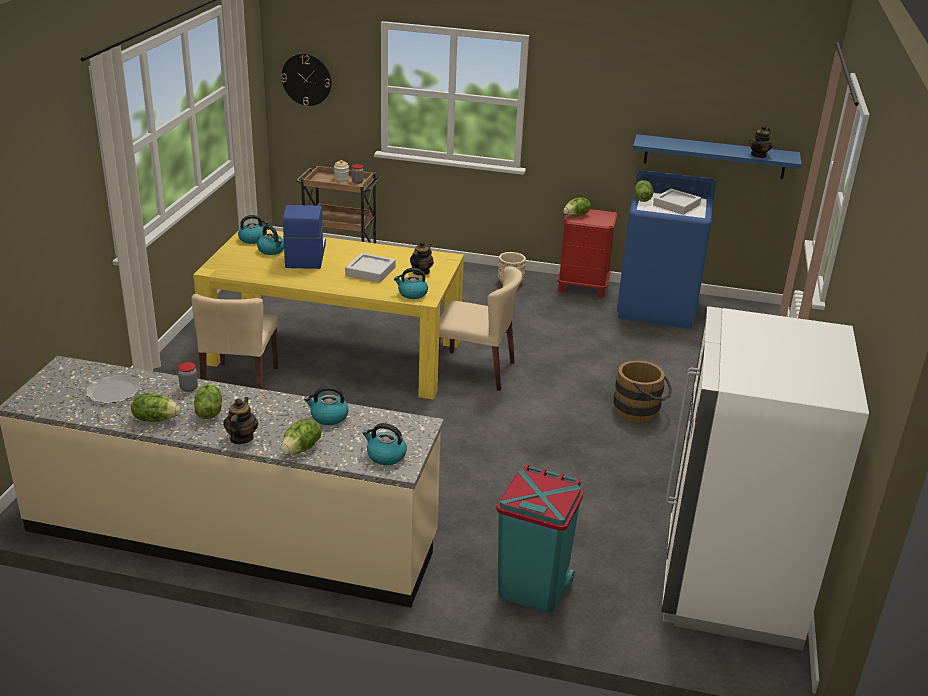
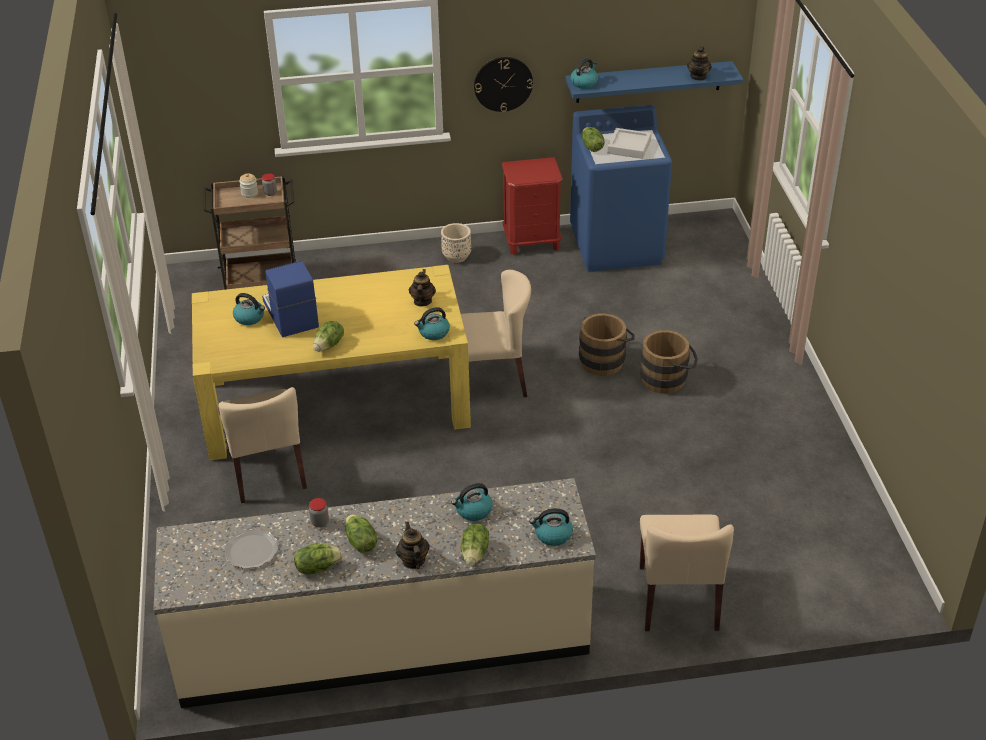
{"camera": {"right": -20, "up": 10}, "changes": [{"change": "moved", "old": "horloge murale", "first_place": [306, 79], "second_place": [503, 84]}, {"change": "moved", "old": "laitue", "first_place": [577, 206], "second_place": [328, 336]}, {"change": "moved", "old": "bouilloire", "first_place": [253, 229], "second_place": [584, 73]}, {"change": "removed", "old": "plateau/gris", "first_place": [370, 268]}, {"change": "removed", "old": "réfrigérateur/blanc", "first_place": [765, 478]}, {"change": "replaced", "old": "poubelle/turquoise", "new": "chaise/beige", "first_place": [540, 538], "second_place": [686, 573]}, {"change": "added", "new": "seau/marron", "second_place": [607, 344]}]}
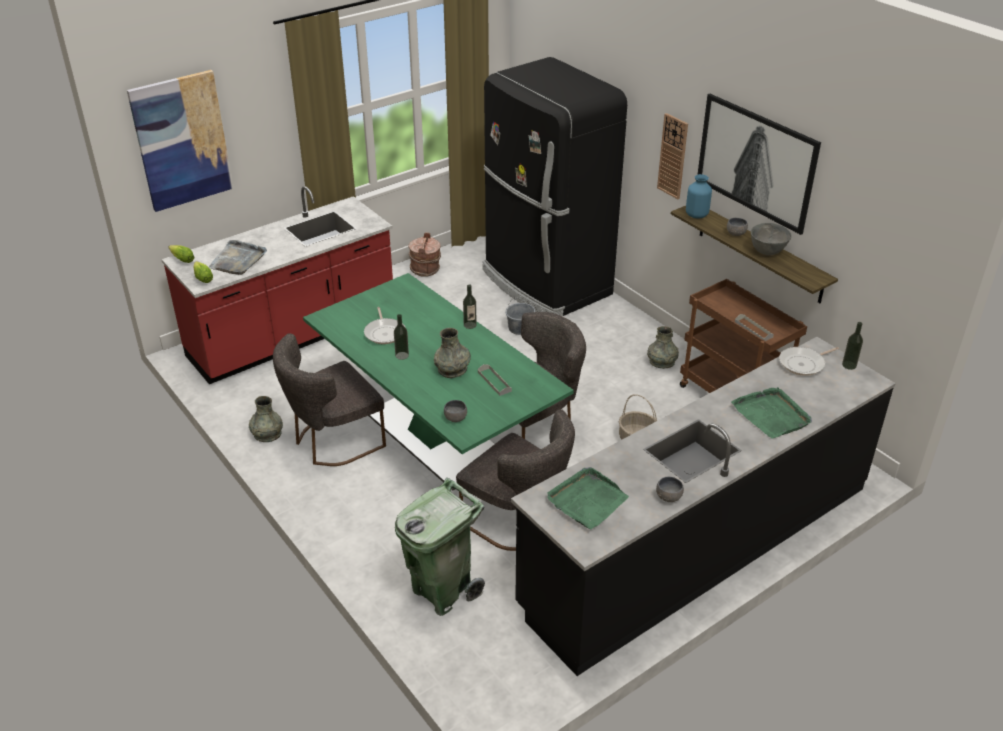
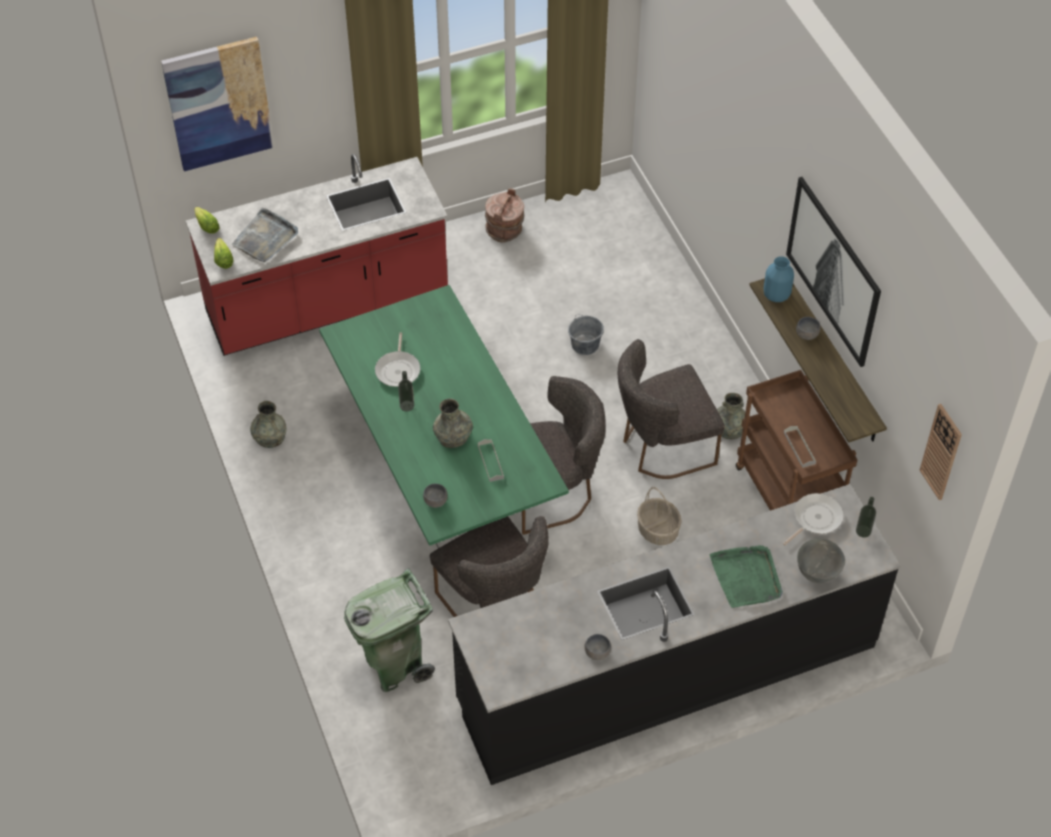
{"camera": {"right": 15, "up": 15}, "changes": [{"change": "removed", "old": "réfrigérateur/noir", "first_place": [554, 186]}, {"change": "moved", "old": "horloge murale", "first_place": [672, 156], "second_place": [941, 452]}, {"change": "moved", "old": "bol/gris", "first_place": [771, 239], "second_place": [821, 561]}, {"change": "removed", "old": "bouteille", "first_place": [470, 307]}, {"change": "moved", "old": "chaise/gris", "first_place": [329, 399], "second_place": [671, 409]}, {"change": "turned", "old": "poêle", "first_place": [809, 361], "second_place": [813, 519], "degrees": 150}, {"change": "removed", "old": "plateau/vert", "first_place": [588, 498]}]}
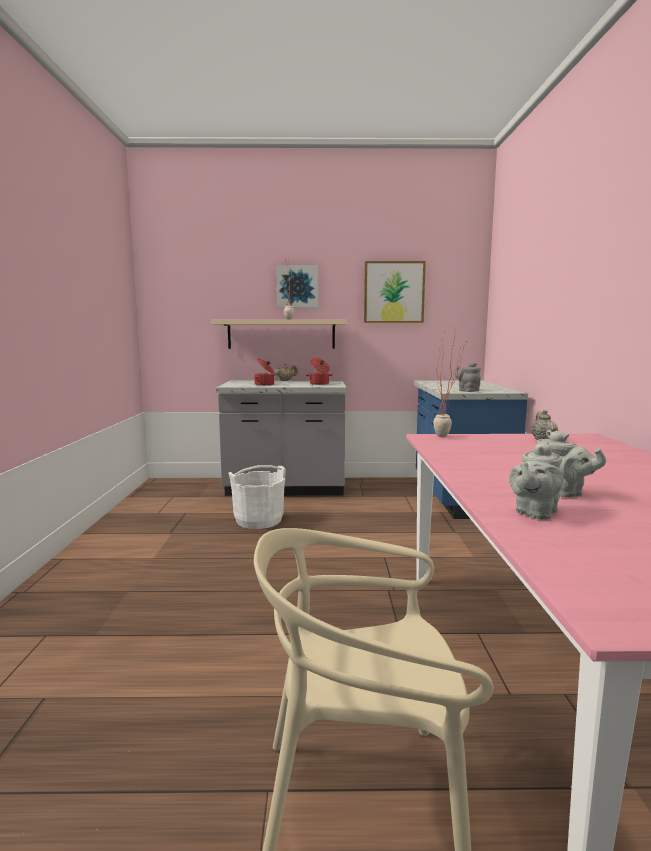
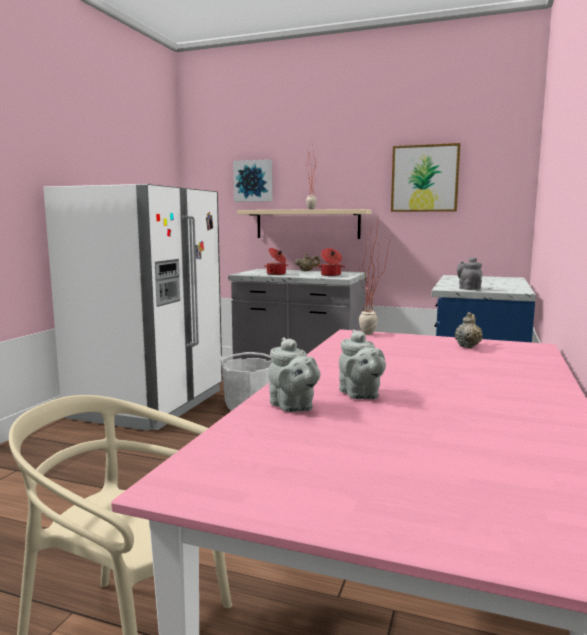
{"camera": {"right": 20, "up": 0}, "changes": [{"change": "moved", "old": "tableau", "first_place": [297, 286], "second_place": [253, 180]}, {"change": "turned", "old": "théière/gris", "first_place": [536, 481], "second_place": [294, 374], "degrees": -90}, {"change": "added", "new": "réfrigérateur/blanc", "second_place": [132, 307]}]}
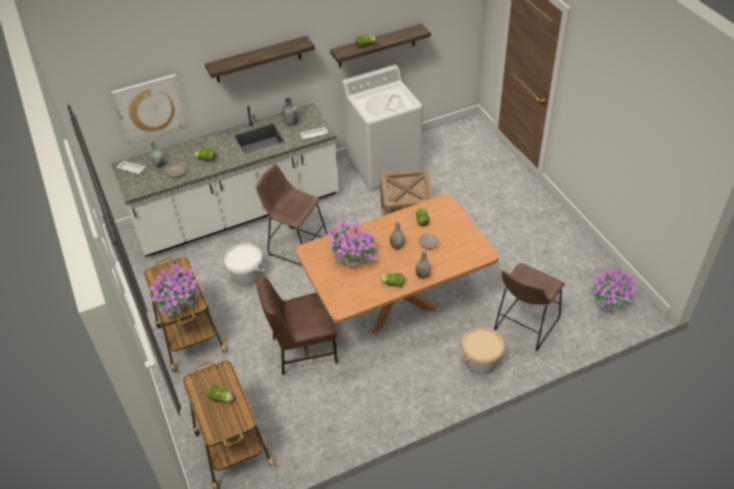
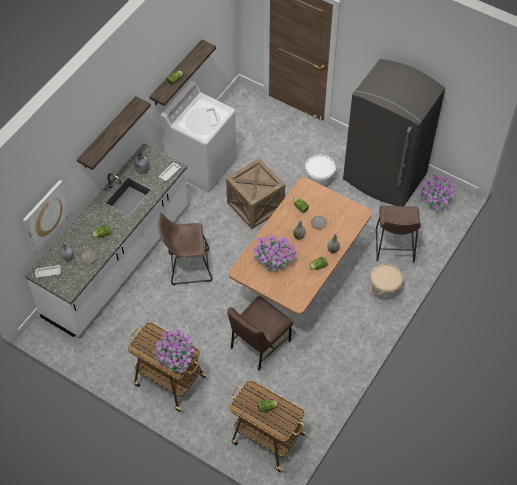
{"camera": {"right": -35, "up": 10}, "changes": [{"change": "moved", "old": "seau/blanc", "first_place": [244, 265], "second_place": [320, 170]}, {"change": "added", "new": "réfrigérateur/gris", "second_place": [394, 132]}]}
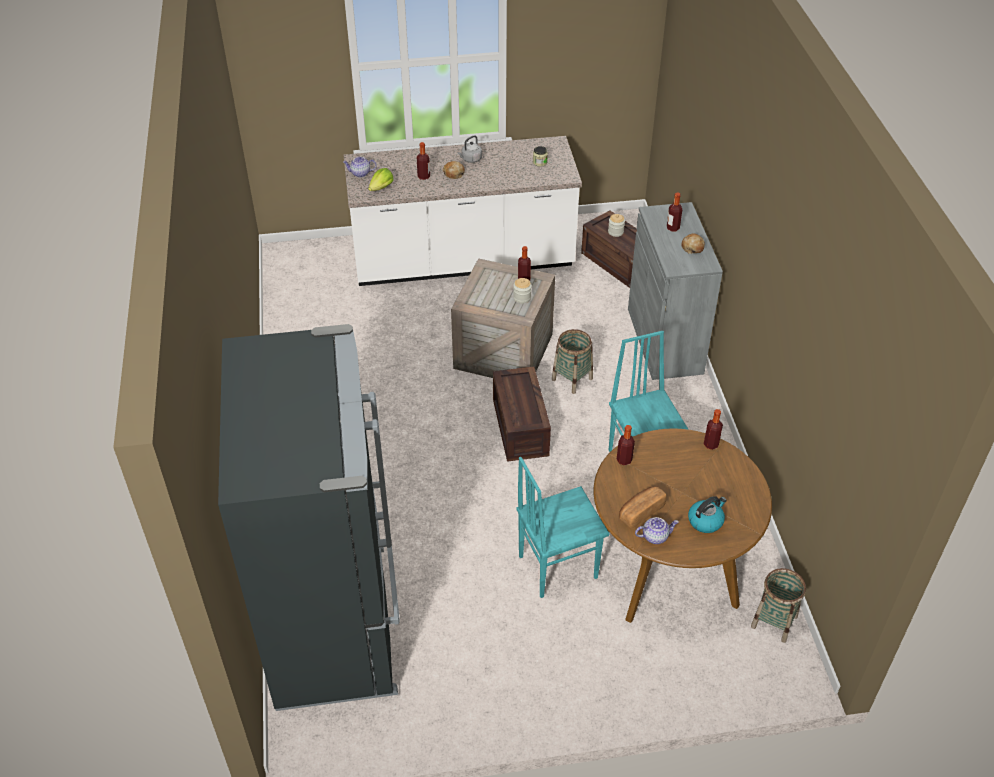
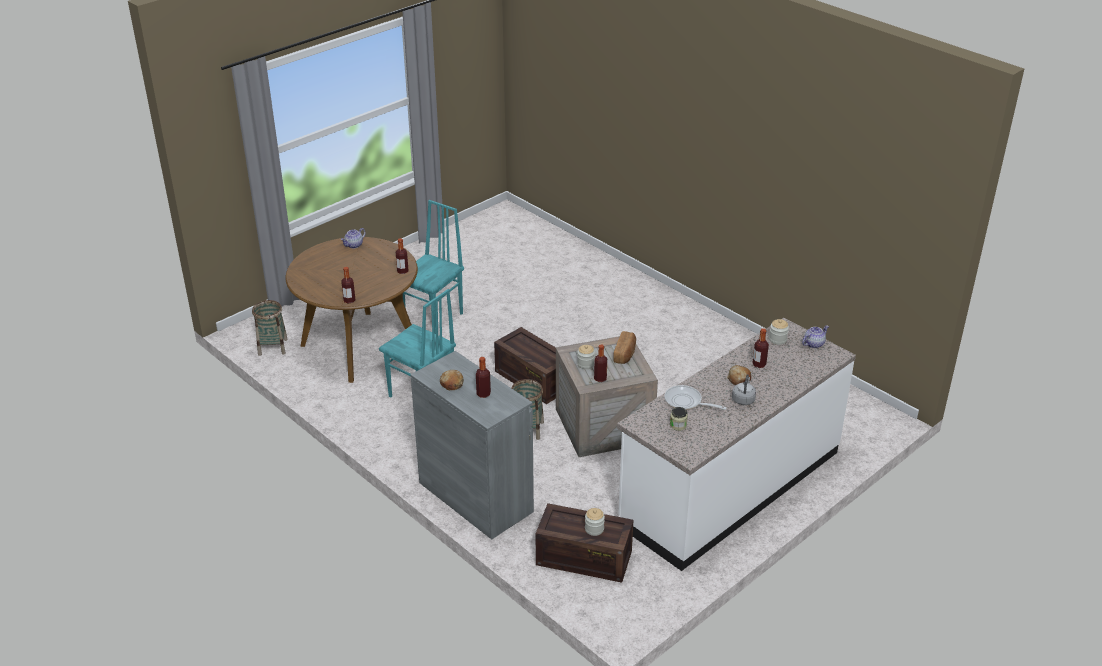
{"camera": {"right": 145, "up": -10}, "changes": [{"change": "replaced", "old": "laitue", "new": "bocal", "first_place": [381, 179], "second_place": [779, 332]}, {"change": "removed", "old": "réfrigérateur/noir", "first_place": [309, 517]}, {"change": "moved", "old": "pain", "first_place": [642, 507], "second_place": [624, 347]}, {"change": "removed", "old": "bouilloire", "first_place": [707, 514]}, {"change": "added", "new": "poêle", "second_place": [695, 397]}]}
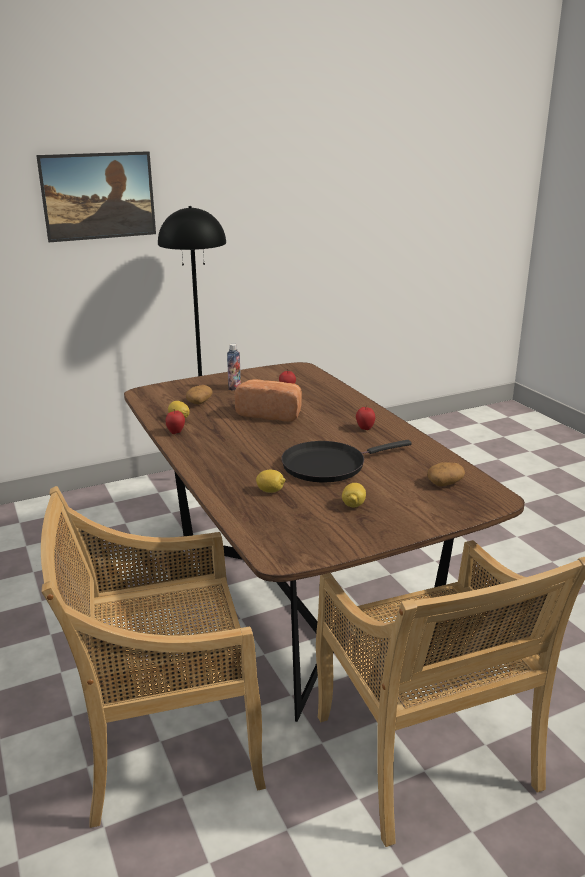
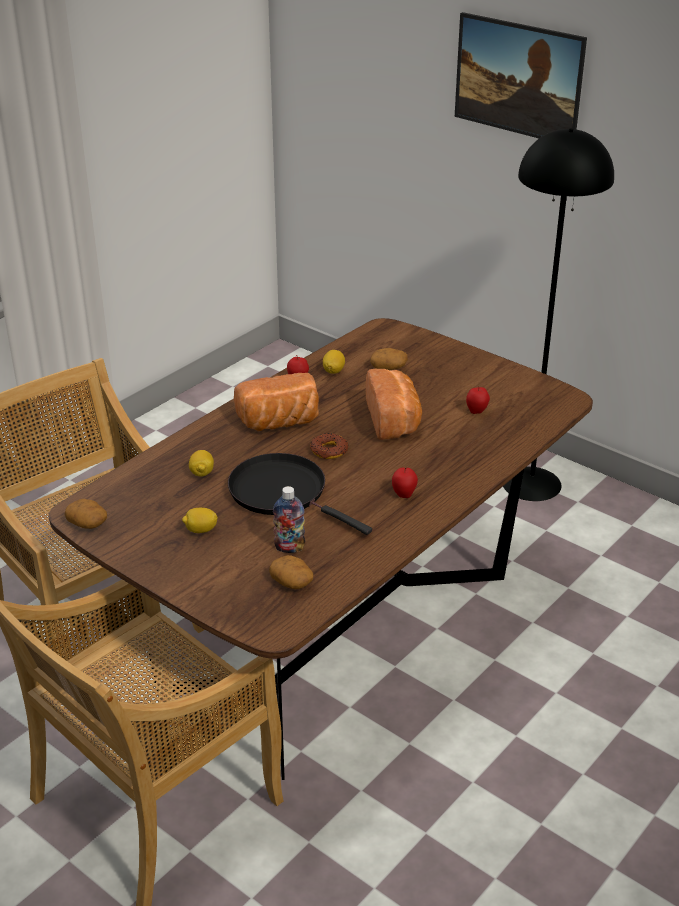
{"camera": {"right": 65, "up": 10}, "changes": [{"change": "moved", "old": "bouteille", "first_place": [234, 367], "second_place": [289, 519]}, {"change": "added", "new": "pain", "second_place": [276, 402]}, {"change": "added", "new": "beignet", "second_place": [329, 446]}, {"change": "added", "new": "pomme de terre", "second_place": [85, 514]}]}
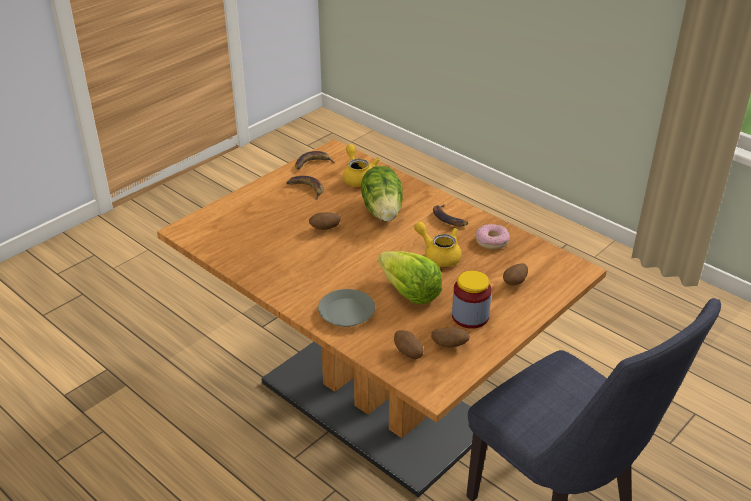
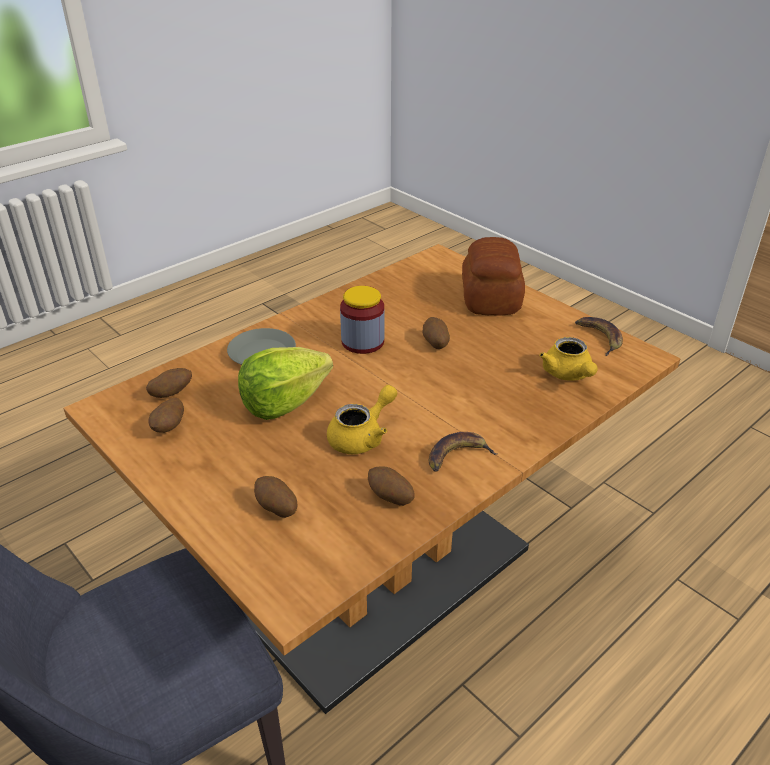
{"camera": {"right": 95, "up": 0}, "changes": [{"change": "turned", "old": "théière/jaune", "first_place": [361, 165], "second_place": [568, 359], "degrees": 90}, {"change": "removed", "old": "laitue", "first_place": [382, 194]}, {"change": "removed", "old": "banane", "first_place": [305, 188]}, {"change": "replaced", "old": "beignet", "new": "pomme de terre", "first_place": [493, 237], "second_place": [391, 486]}, {"change": "moved", "old": "bocal", "first_place": [472, 300], "second_place": [362, 320]}, {"change": "added", "new": "pain", "second_place": [493, 276]}]}
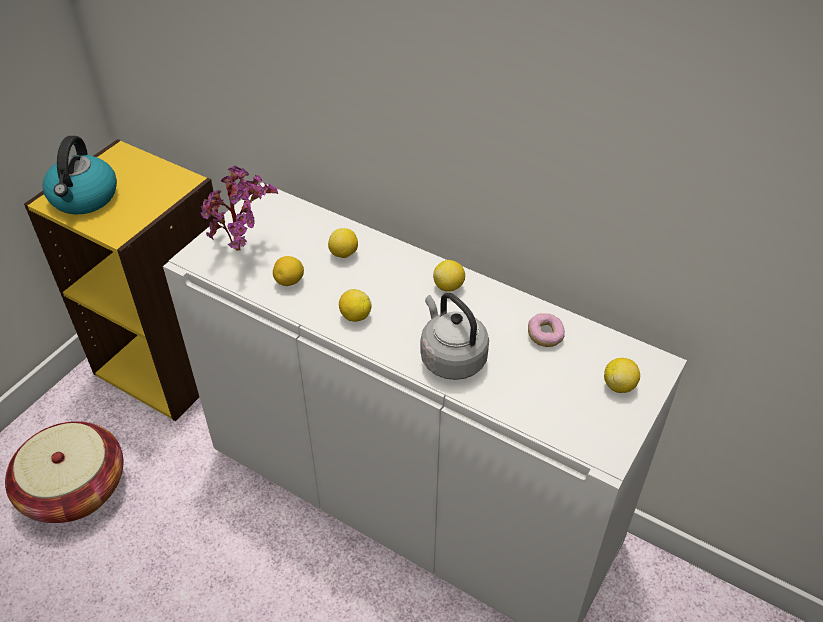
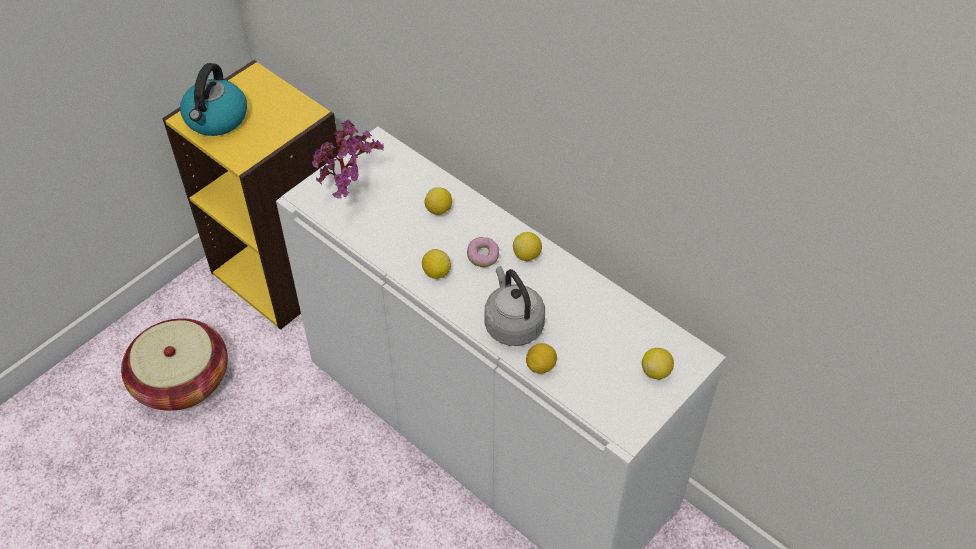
{"camera": {"right": 10, "up": 5}, "changes": [{"change": "moved", "old": "citron", "first_place": [288, 271], "second_place": [541, 358]}, {"change": "moved", "old": "beignet", "first_place": [546, 330], "second_place": [483, 252]}]}
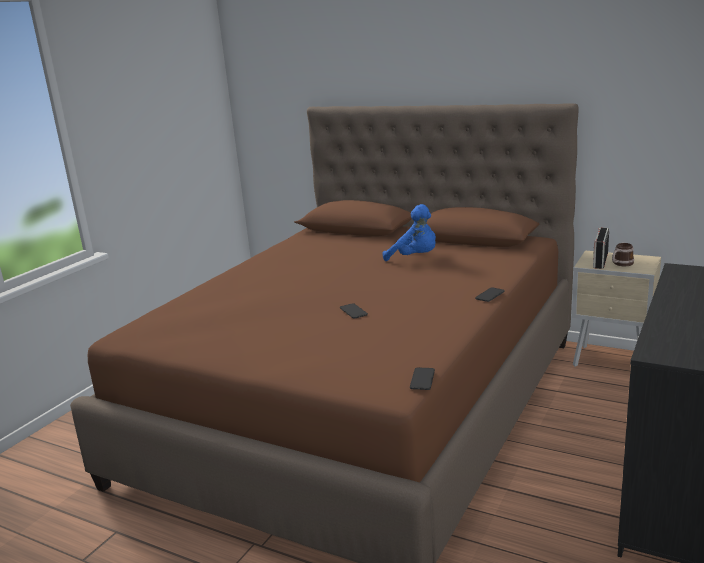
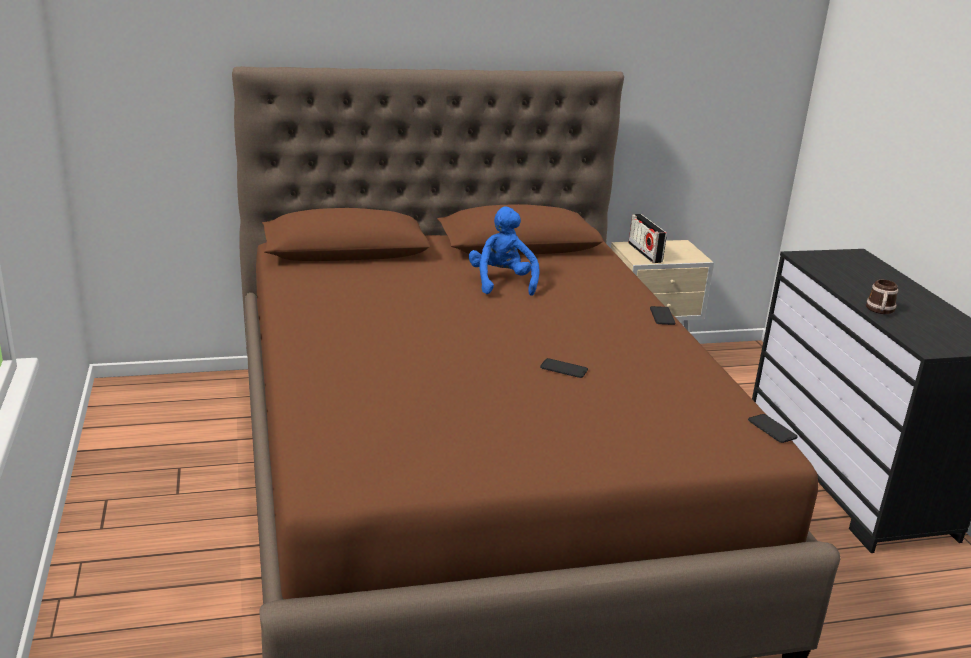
{"camera": {"right": -45, "up": 5}, "changes": [{"change": "turned", "old": "peluche/bleu", "first_place": [409, 232], "second_place": [504, 251], "degrees": -90}, {"change": "moved", "old": "mug", "first_place": [623, 254], "second_place": [882, 297]}]}
